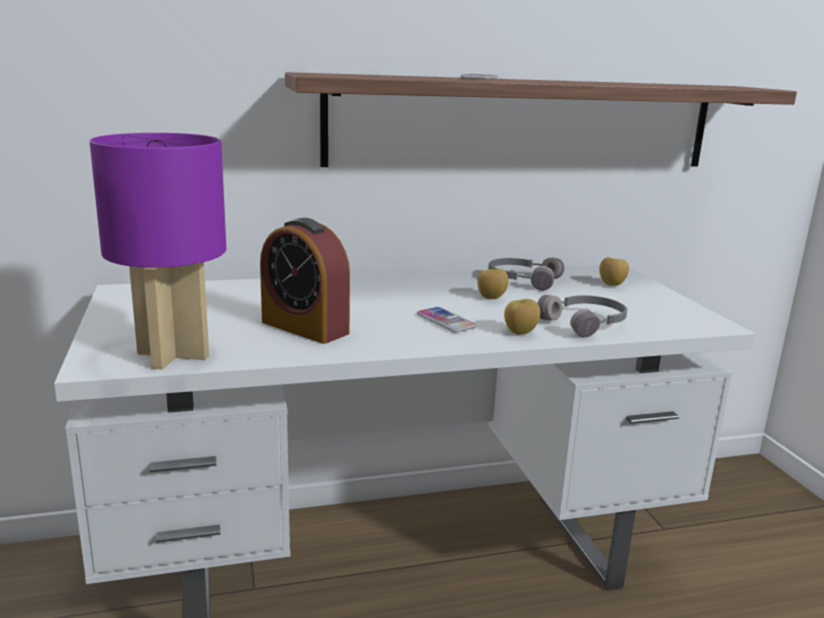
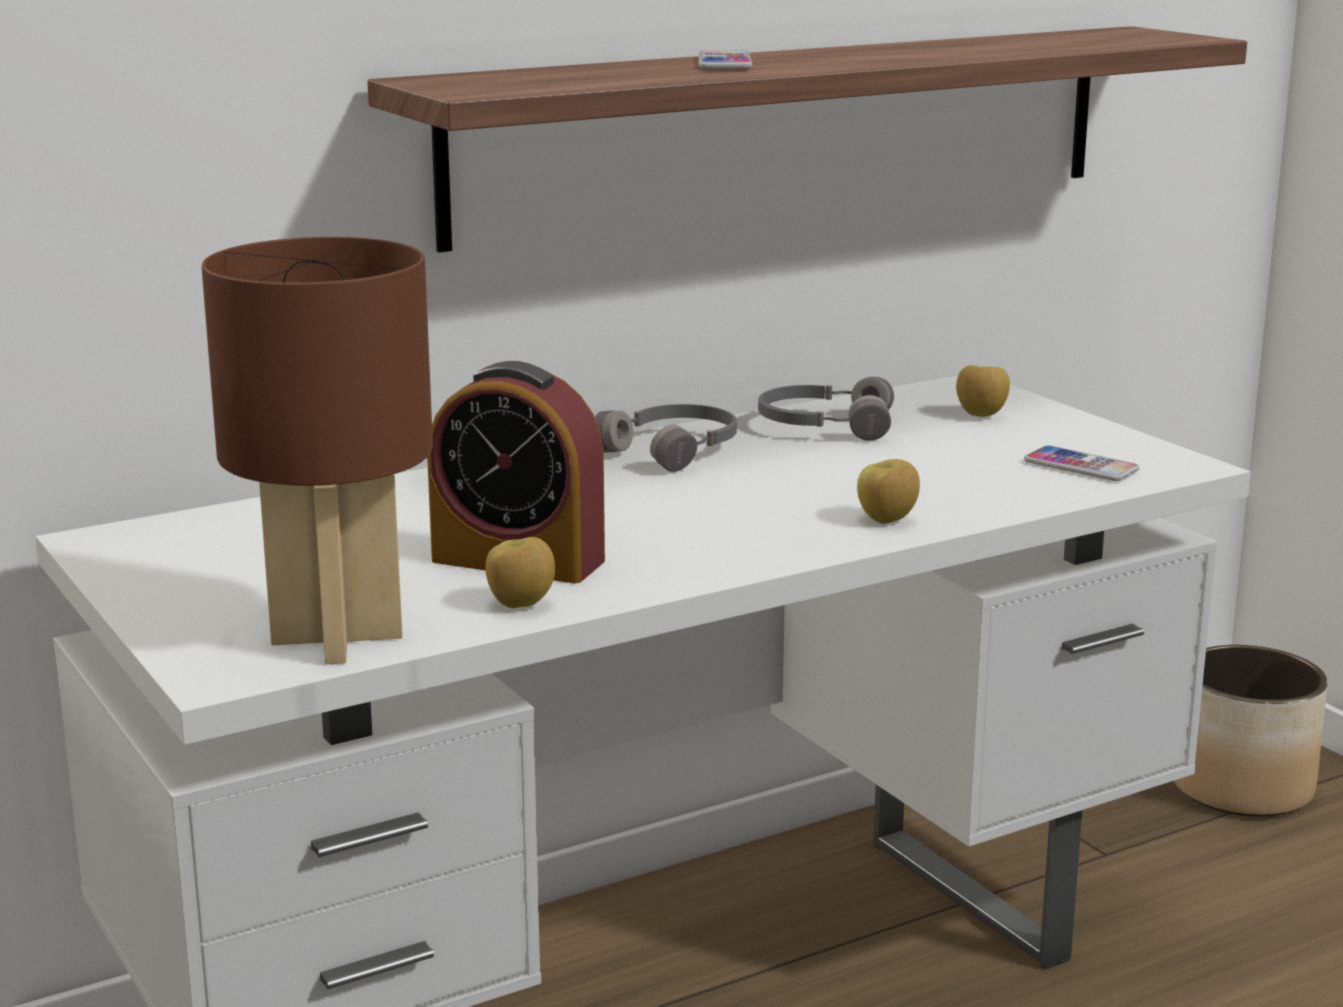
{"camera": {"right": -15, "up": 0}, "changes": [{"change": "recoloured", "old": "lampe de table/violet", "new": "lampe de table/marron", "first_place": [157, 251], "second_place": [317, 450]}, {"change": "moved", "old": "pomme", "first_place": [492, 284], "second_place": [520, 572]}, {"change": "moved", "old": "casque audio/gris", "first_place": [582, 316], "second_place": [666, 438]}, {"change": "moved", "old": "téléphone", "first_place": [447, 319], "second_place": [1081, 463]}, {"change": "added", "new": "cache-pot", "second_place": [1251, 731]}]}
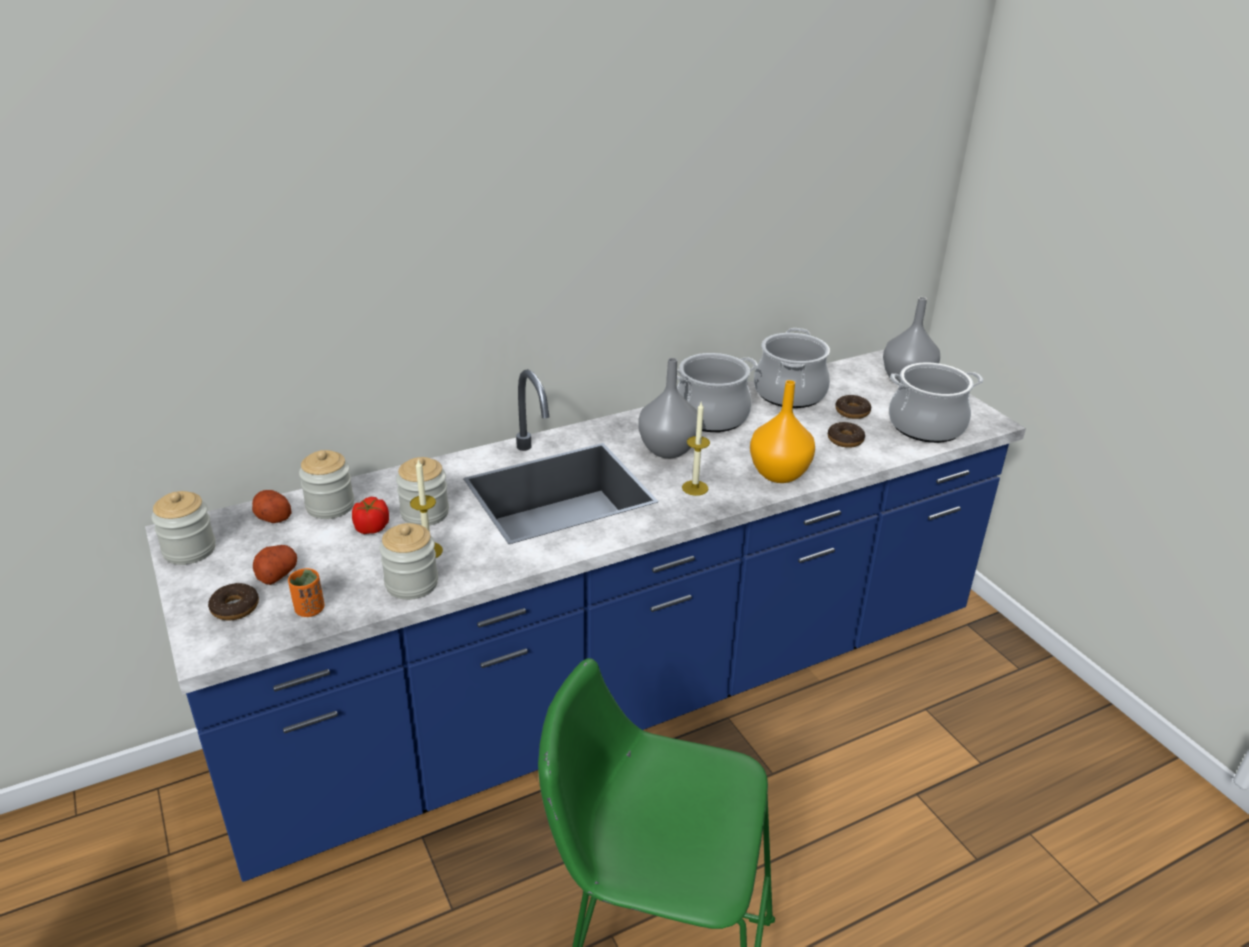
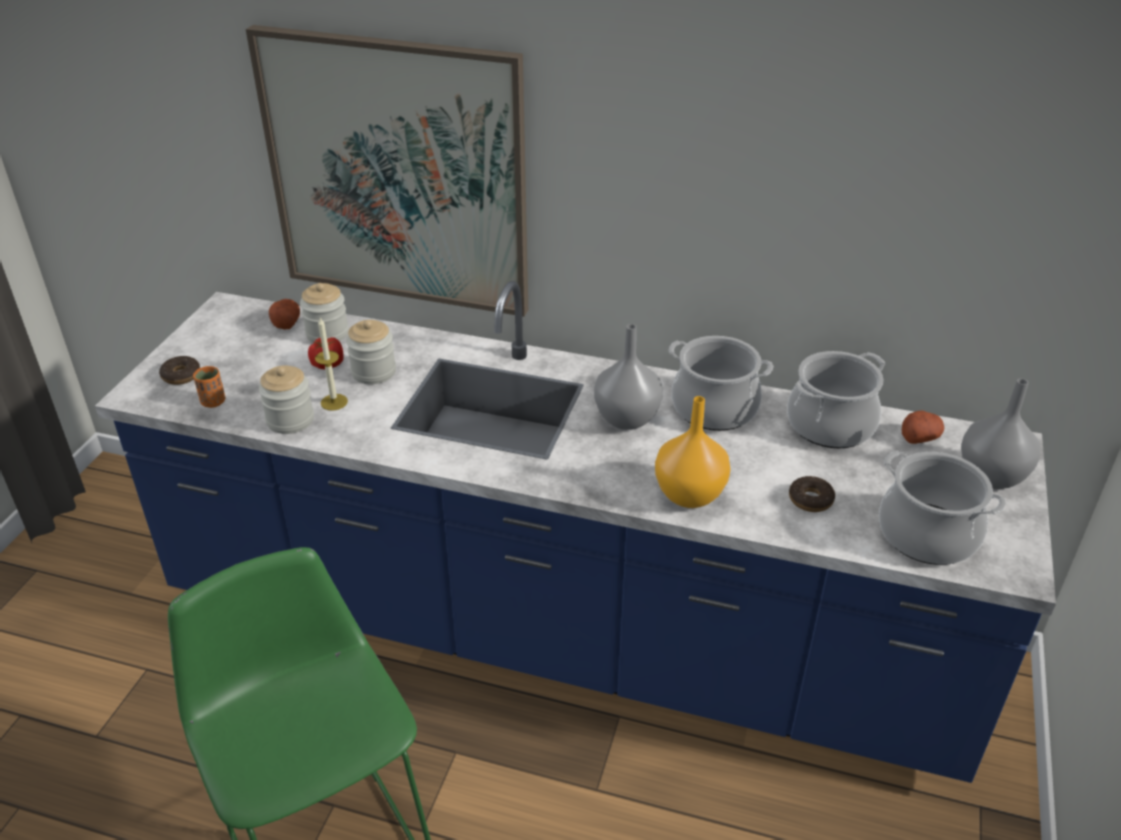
{"camera": {"right": 45, "up": 5}, "changes": [{"change": "removed", "old": "beignet", "first_place": [853, 407]}, {"change": "removed", "old": "bougie", "first_place": [696, 449]}, {"change": "removed", "old": "bocal", "first_place": [183, 528]}, {"change": "moved", "old": "pomme de terre", "first_place": [275, 565], "second_place": [923, 427]}, {"change": "added", "new": "tableau", "second_place": [387, 171]}]}
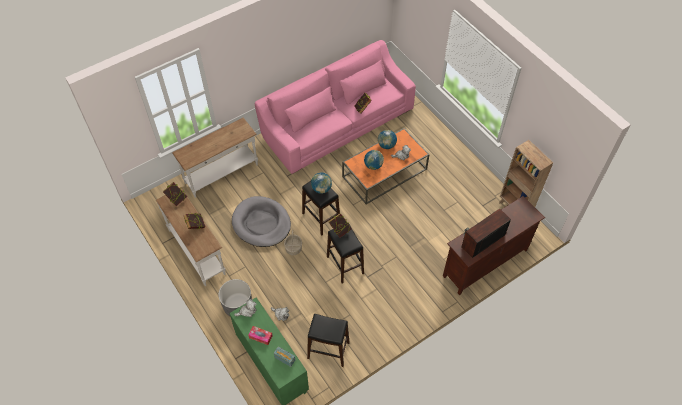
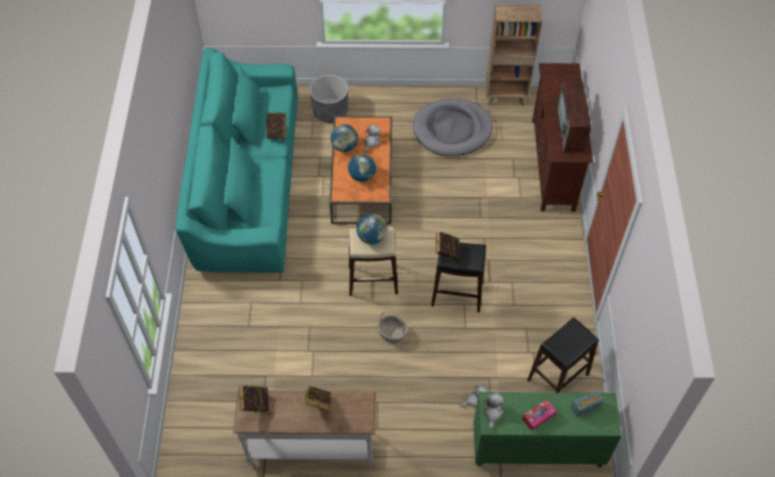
{"camera": {"right": -55, "up": 0}, "changes": [{"change": "recoloured", "old": "canapé/rose", "new": "canapé/turquoise", "first_place": [335, 107], "second_place": [236, 160]}, {"change": "removed", "old": "table console/blanc", "first_place": [215, 158]}, {"change": "recoloured", "old": "tabouret/noir", "new": "tabouret/beige", "first_place": [321, 208], "second_place": [373, 261]}, {"change": "moved", "old": "panier pour chien/gris", "first_place": [261, 221], "second_place": [453, 127]}, {"change": "moved", "old": "cache-pot/gris", "first_place": [235, 297], "second_place": [329, 99]}]}
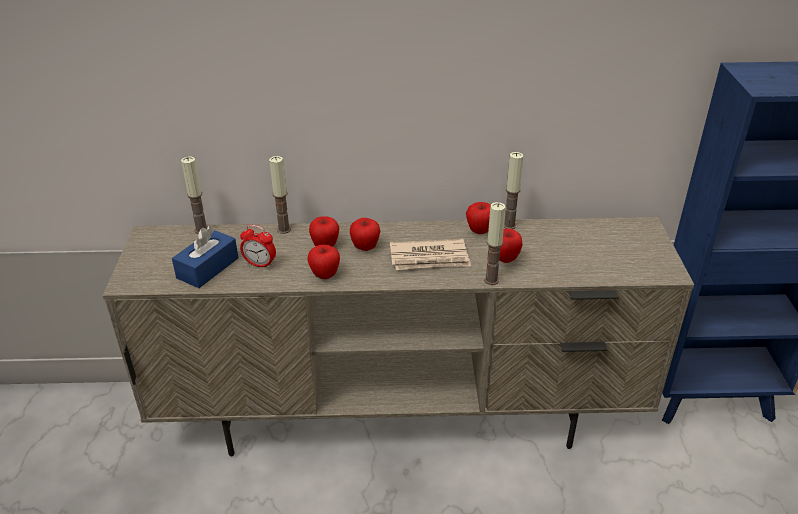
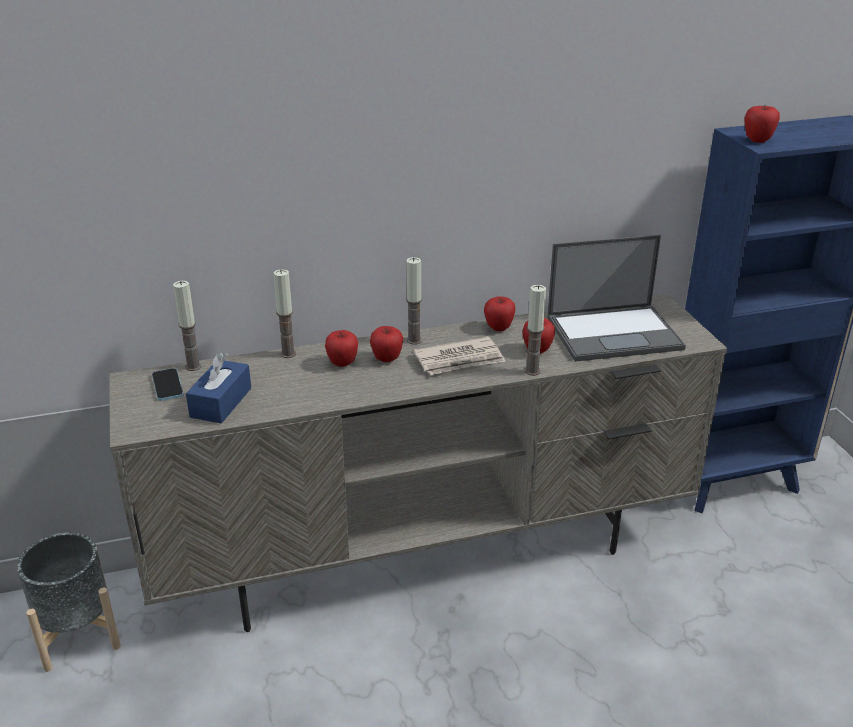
{"camera": {"right": -15, "up": -5}, "changes": [{"change": "moved", "old": "bougie", "first_place": [513, 190], "second_place": [414, 301]}, {"change": "removed", "old": "réveil", "first_place": [258, 247]}, {"change": "moved", "old": "pomme", "first_place": [323, 262], "second_place": [762, 124]}, {"change": "added", "new": "ordinateur portable", "second_place": [616, 298]}, {"change": "added", "new": "téléphone", "second_place": [168, 384]}, {"change": "added", "new": "cache-pot/gris", "second_place": [69, 602]}]}
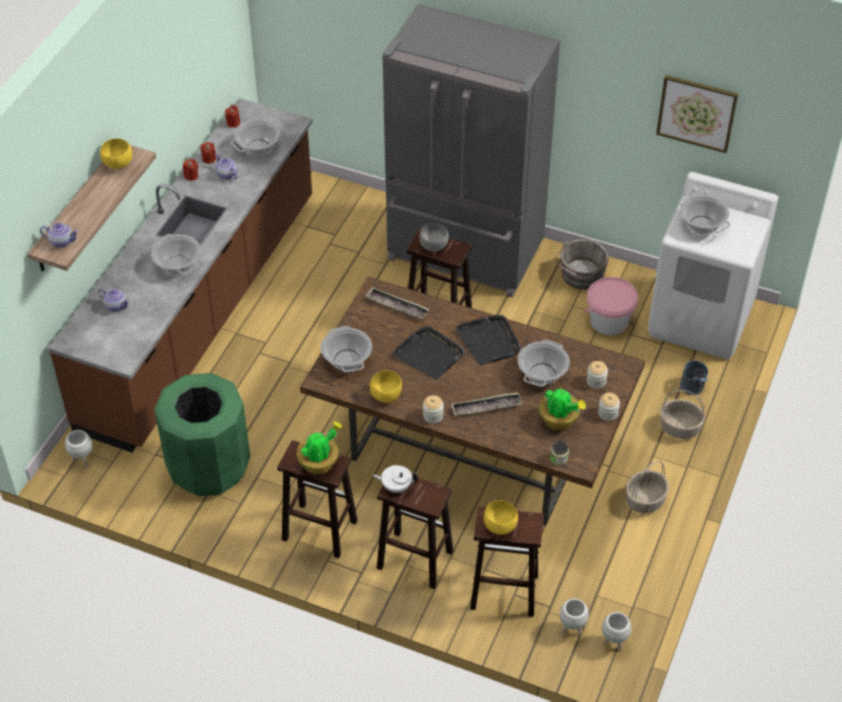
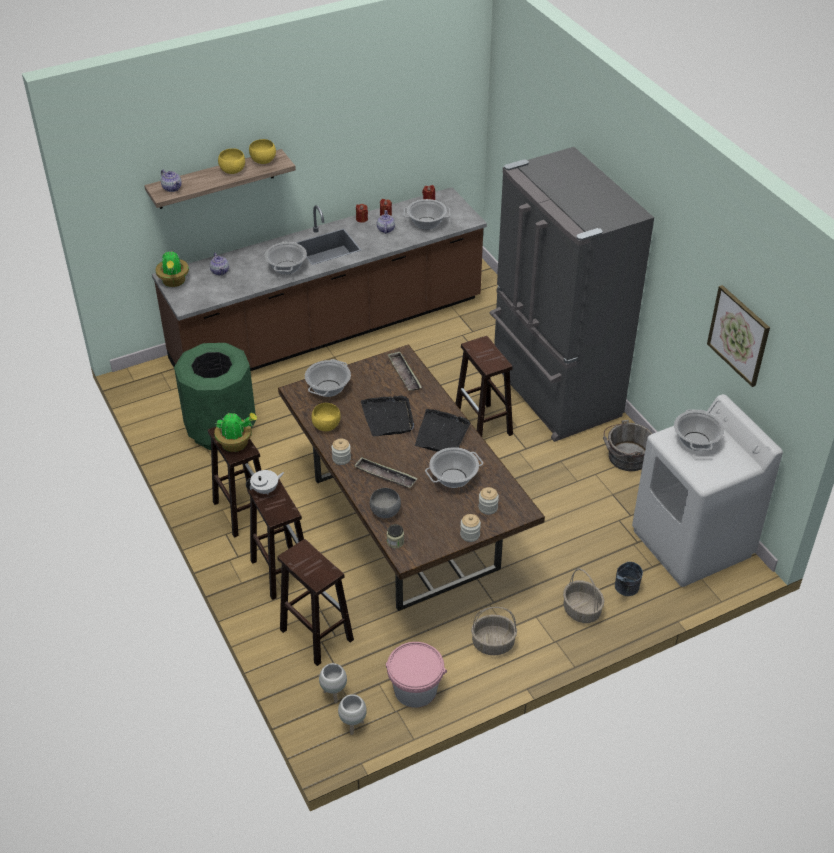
{"camera": {"right": 40, "up": -5}, "changes": [{"change": "moved", "old": "bol/gris", "first_place": [434, 237], "second_place": [385, 503]}, {"change": "moved", "old": "seau/rose", "first_place": [611, 306], "second_place": [416, 675]}, {"change": "moved", "old": "plante en pot", "first_place": [562, 408], "second_place": [172, 268]}, {"change": "removed", "old": "cache-pot/blanc", "first_place": [78, 448]}, {"change": "turned", "old": "théière/blanc", "first_place": [395, 479], "second_place": [265, 482], "degrees": 105}, {"change": "moved", "old": "bol/jaune", "first_place": [501, 517], "second_place": [231, 161]}]}
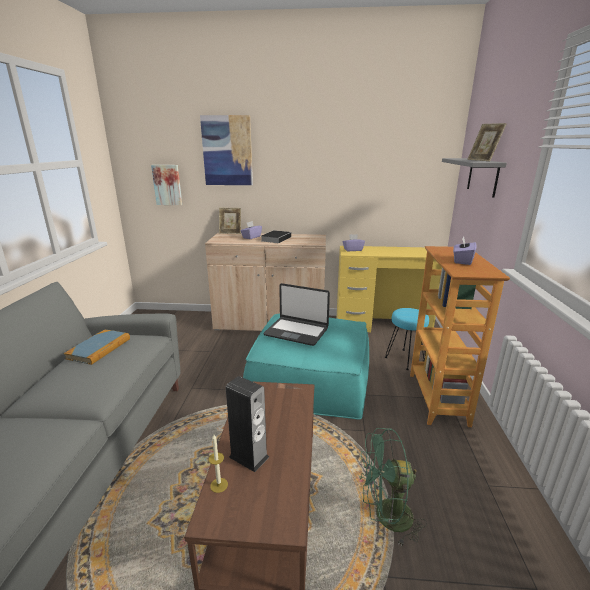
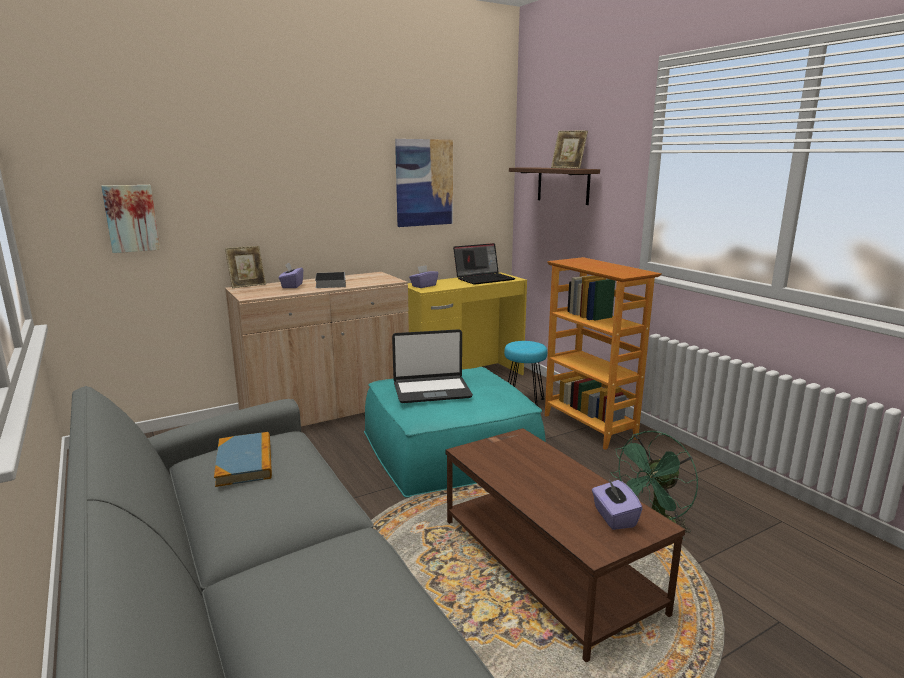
{"camera": {"right": -35, "up": -5}, "changes": [{"change": "moved", "old": "tableau", "first_place": [226, 150], "second_place": [424, 183]}, {"change": "recoloured", "old": "étagère/gris", "new": "étagère/marron", "first_place": [474, 178], "second_place": [554, 186]}, {"change": "moved", "old": "boîte à mouchoirs/violet", "first_place": [464, 251], "second_place": [617, 505]}, {"change": "removed", "old": "enceinte", "first_place": [247, 424]}, {"change": "removed", "old": "bougie", "first_place": [218, 464]}, {"change": "added", "new": "ordinateur portable", "second_place": [484, 264]}]}
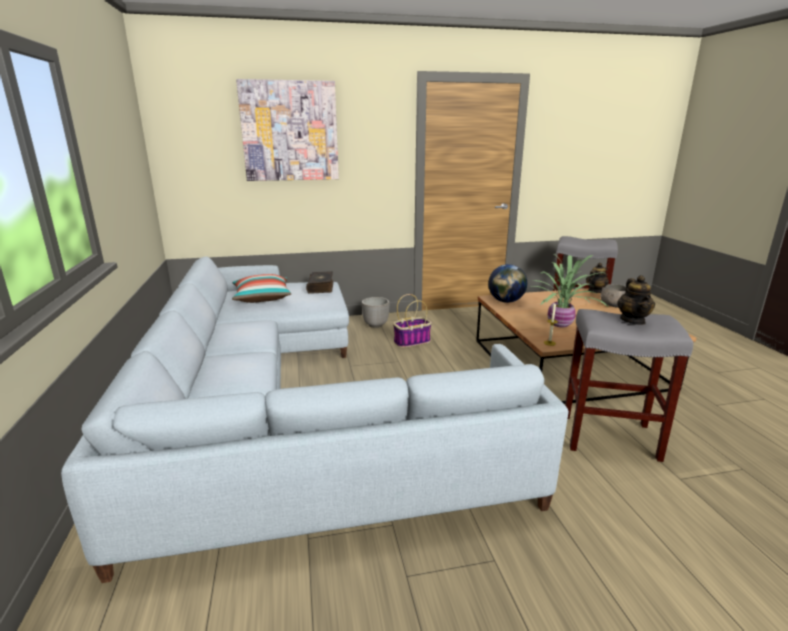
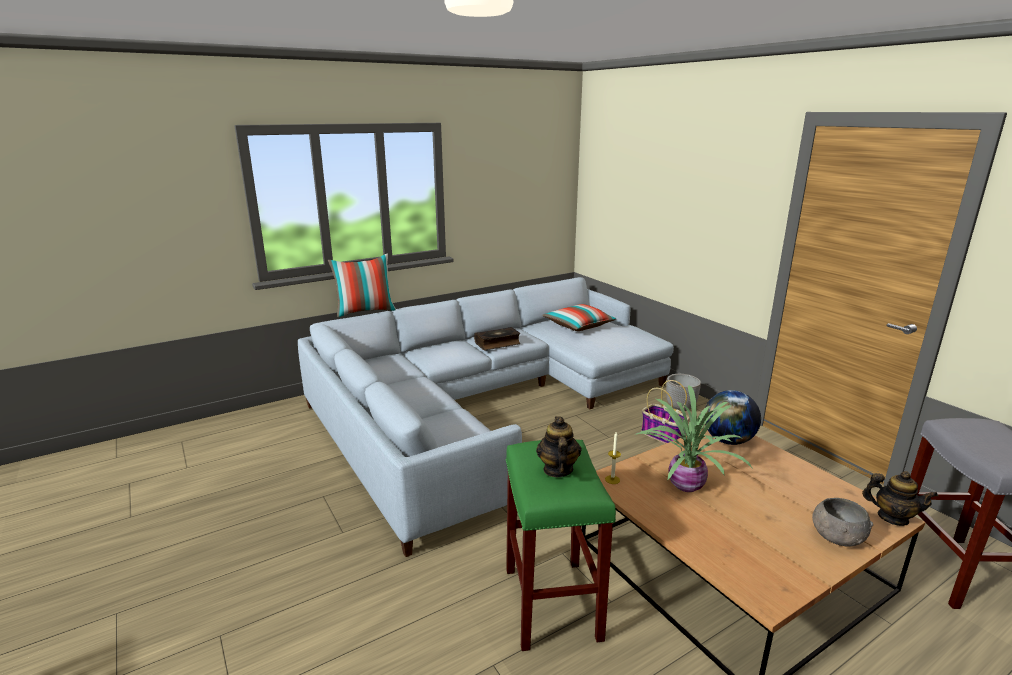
{"camera": {"right": 70, "up": 0}, "changes": [{"change": "removed", "old": "tableau", "first_place": [287, 130]}, {"change": "moved", "old": "livre", "first_place": [320, 282], "second_place": [497, 338]}, {"change": "turned", "old": "théière", "first_place": [636, 300], "second_place": [559, 446], "degrees": 105}, {"change": "recoloured", "old": "tabouret/gris", "new": "tabouret/vert", "first_place": [629, 385], "second_place": [561, 545]}, {"change": "added", "new": "coussin", "second_place": [362, 285]}]}
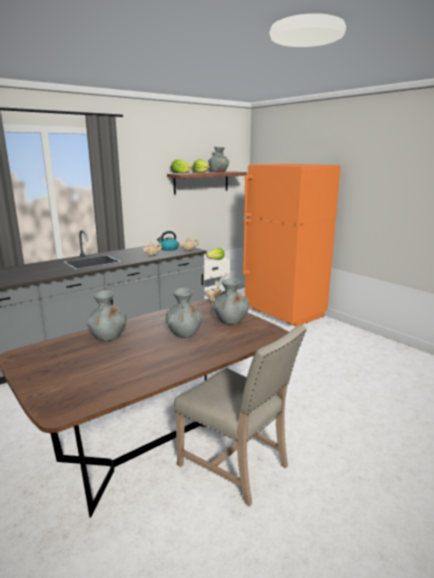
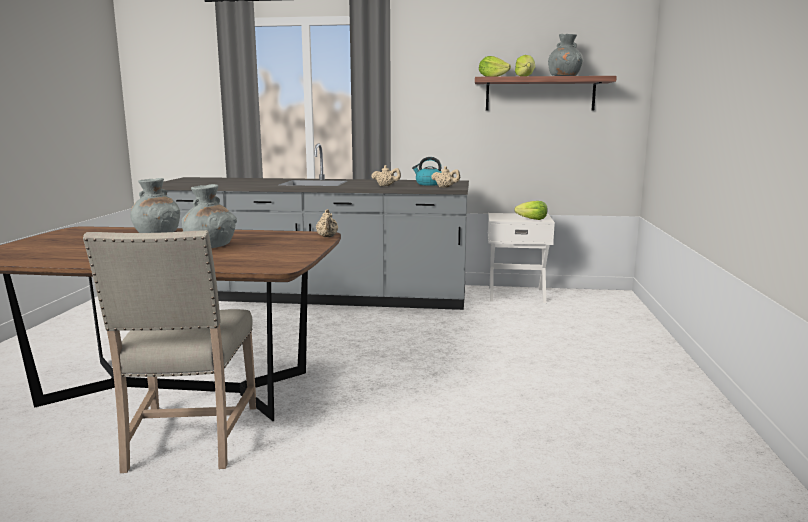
{"camera": {"right": 45, "up": -5}, "changes": [{"change": "removed", "old": "réfrigérateur/orange", "first_place": [292, 245]}, {"change": "removed", "old": "vase/gris", "first_place": [231, 301]}]}
